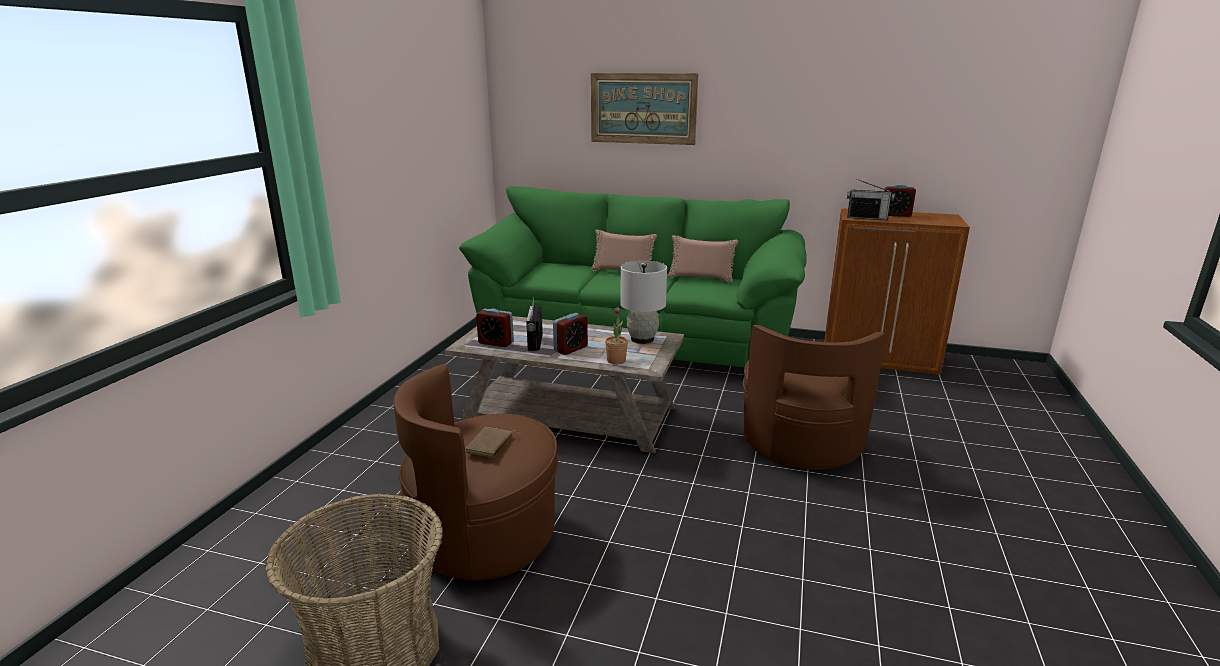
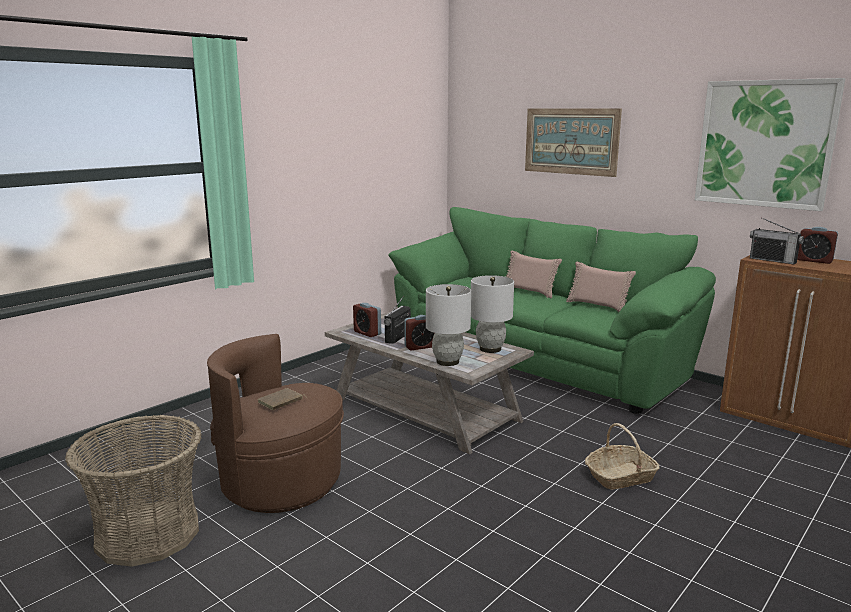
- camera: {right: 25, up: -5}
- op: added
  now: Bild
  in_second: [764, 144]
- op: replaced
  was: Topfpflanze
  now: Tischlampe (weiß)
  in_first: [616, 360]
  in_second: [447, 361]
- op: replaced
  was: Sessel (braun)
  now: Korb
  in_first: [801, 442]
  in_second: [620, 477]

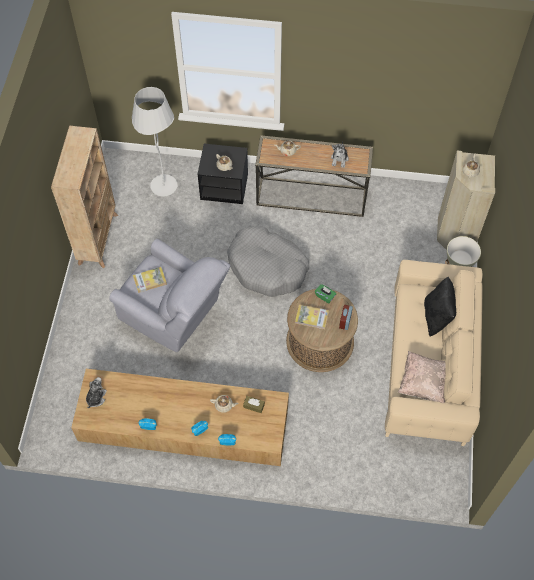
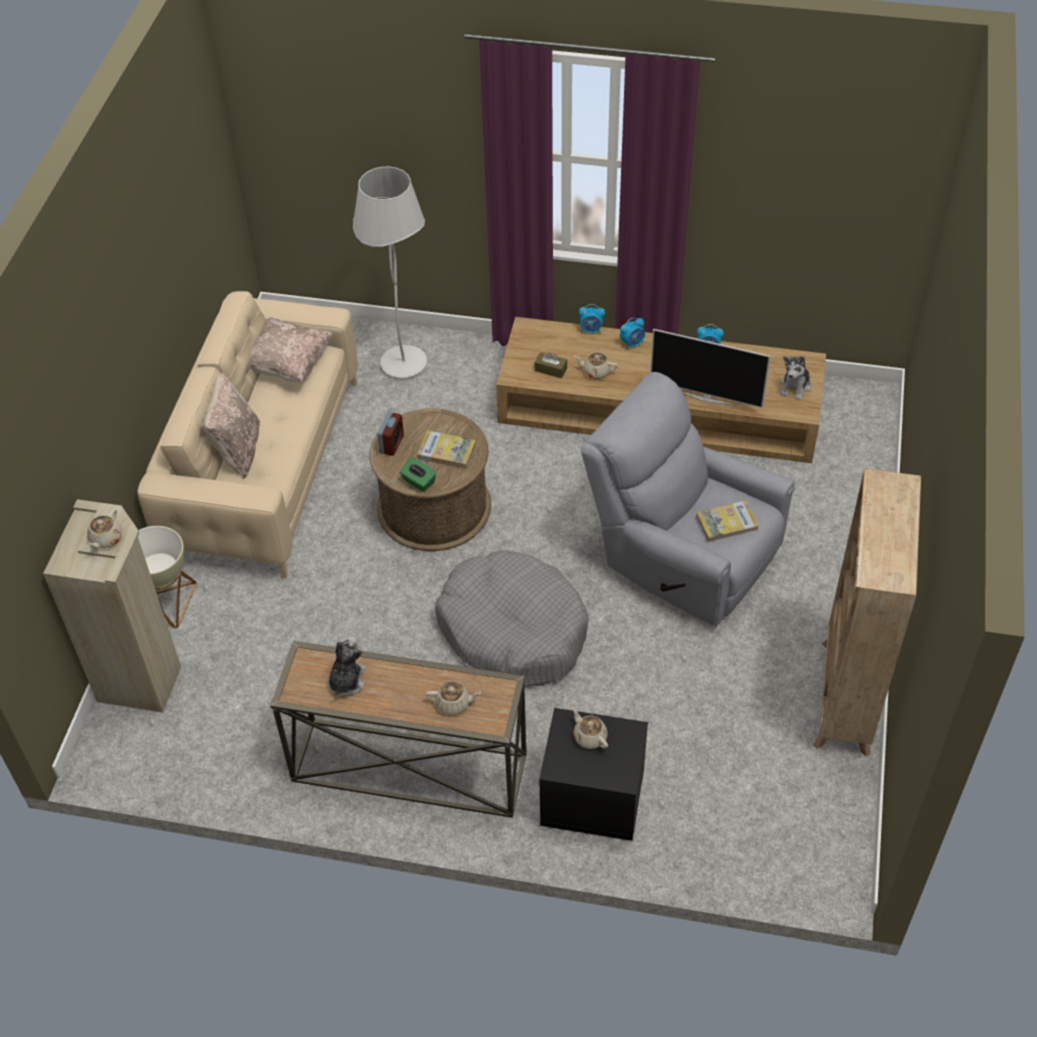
- camera: {right: -175, up: -10}
- op: added
  now: Fernseher
  in_second: [706, 397]
- op: moved
  was: Stehlampe (weiß)
  in_first: [164, 186]
  in_second: [403, 364]
- op: recoloured
  was: Kissen (schwarz)
  now: Kissen (beige)
  in_first: [437, 316]
  in_second: [237, 449]

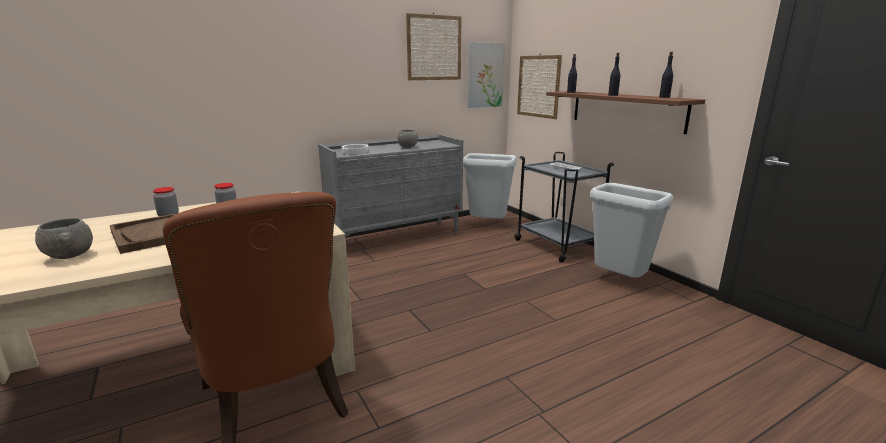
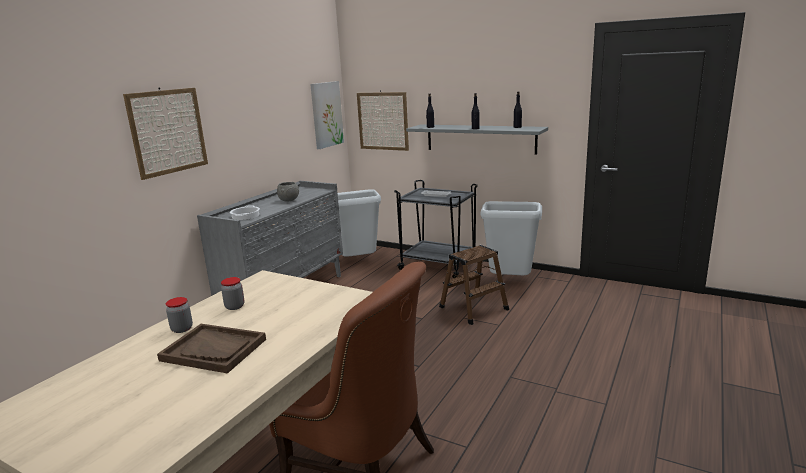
- camera: {right: -30, up: 0}
- op: removed
  was: Schüssel (grau)
  in_first: [69, 257]
- op: added
  now: Trittleiter (braun)
  in_second: [473, 308]
- op: moved
  was: Bild
  in_first: [434, 46]
  in_second: [167, 130]
- op: recoloured
  was: Wandregal (braun)
  now: Wandregal (grau)
  in_first: [626, 110]
  in_second: [480, 138]

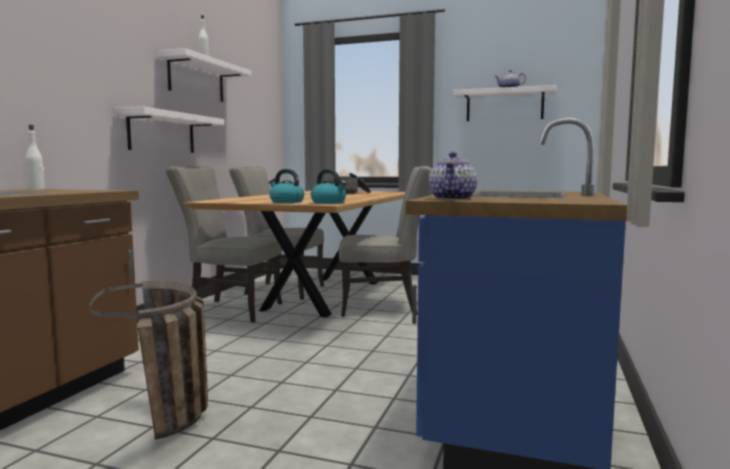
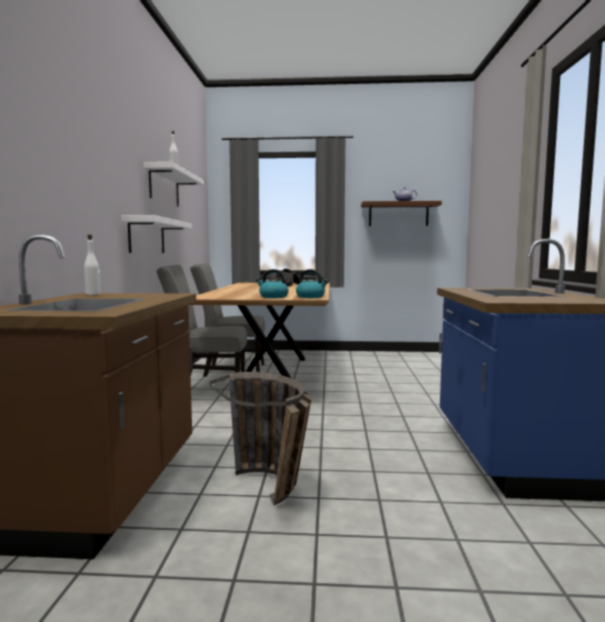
- camera: {right: -15, up: 0}
- op: removed
  was: Stuhl (grau)
  in_first: [384, 307]
- op: removed
  was: Teekanne
  in_first: [452, 199]
- op: recoloured
  was: Wandregal (weiß)
  now: Wandregal (braun)
  in_first: [504, 105]
  in_second: [398, 214]

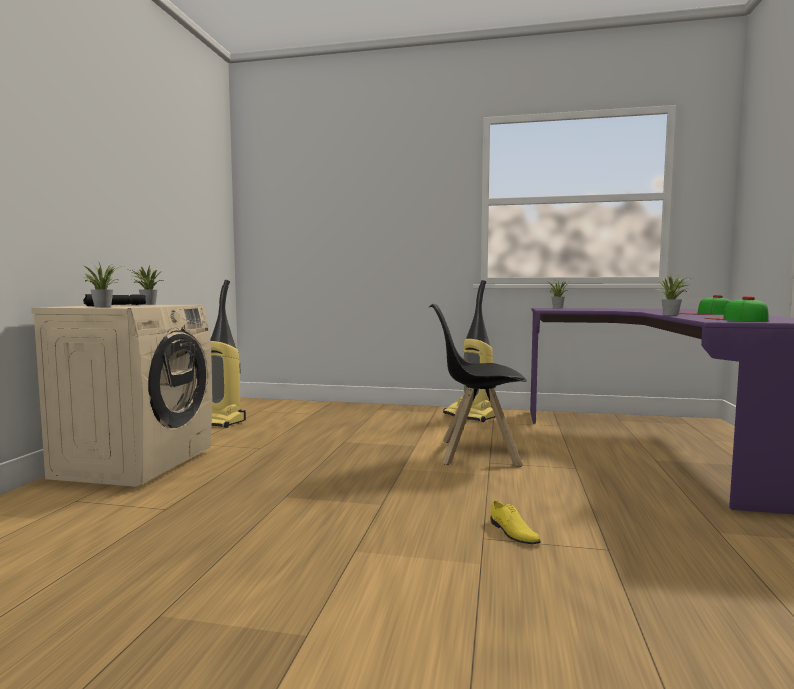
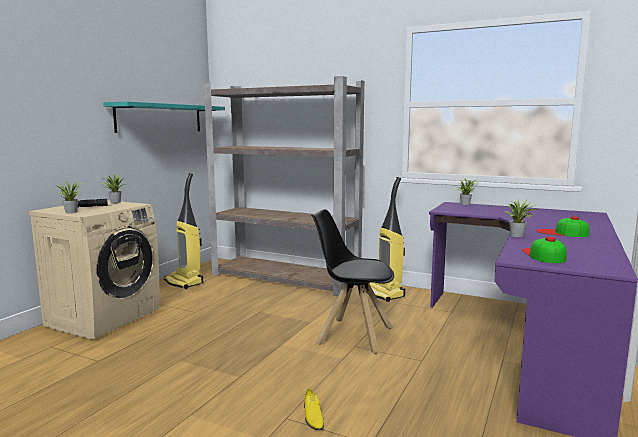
- camera: {right: 15, up: 5}
- op: added
  now: Wandregal (türkis)
  in_second: [160, 118]
- op: added
  now: Bücherregal (braun)
  in_second: [285, 278]

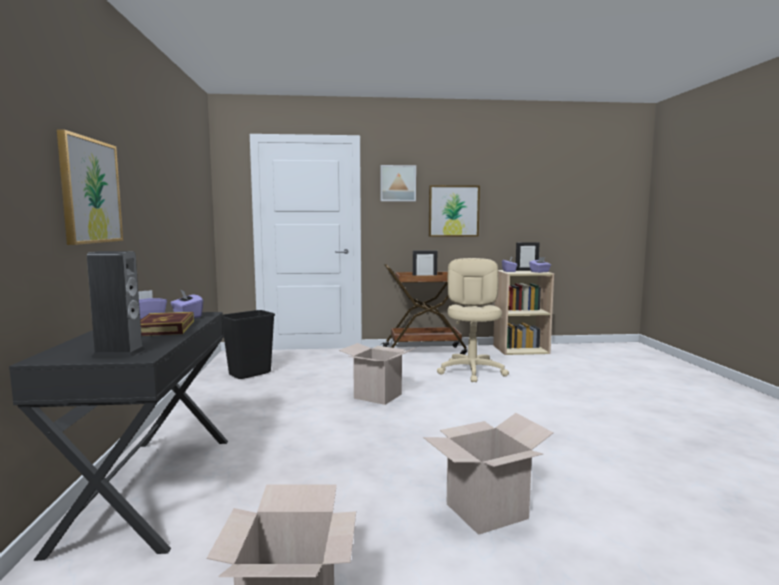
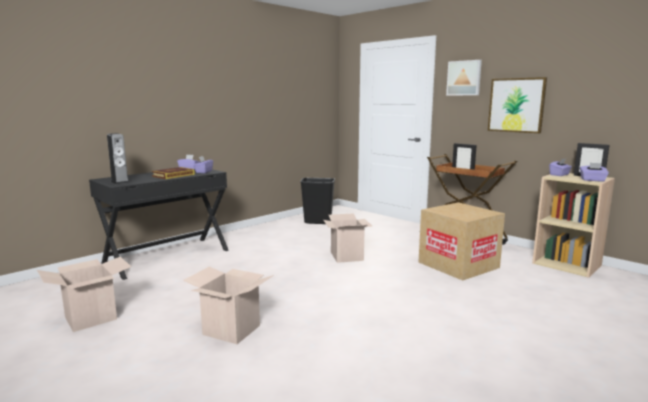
- camera: {right: 50, up: 5}
- op: removed
  was: Bild
  in_first: [90, 191]
- op: replaced
  was: Bürostuhl (beige)
  now: Karton
  in_first: [472, 371]
  in_second: [458, 265]

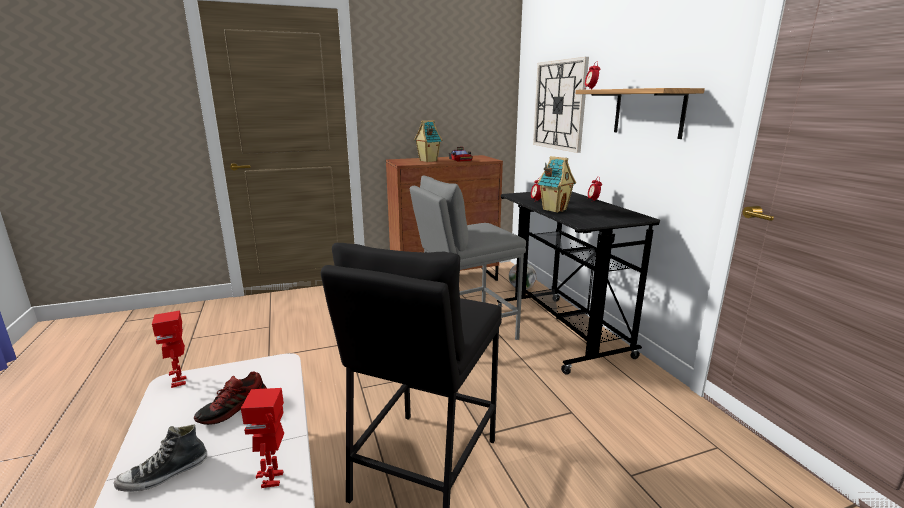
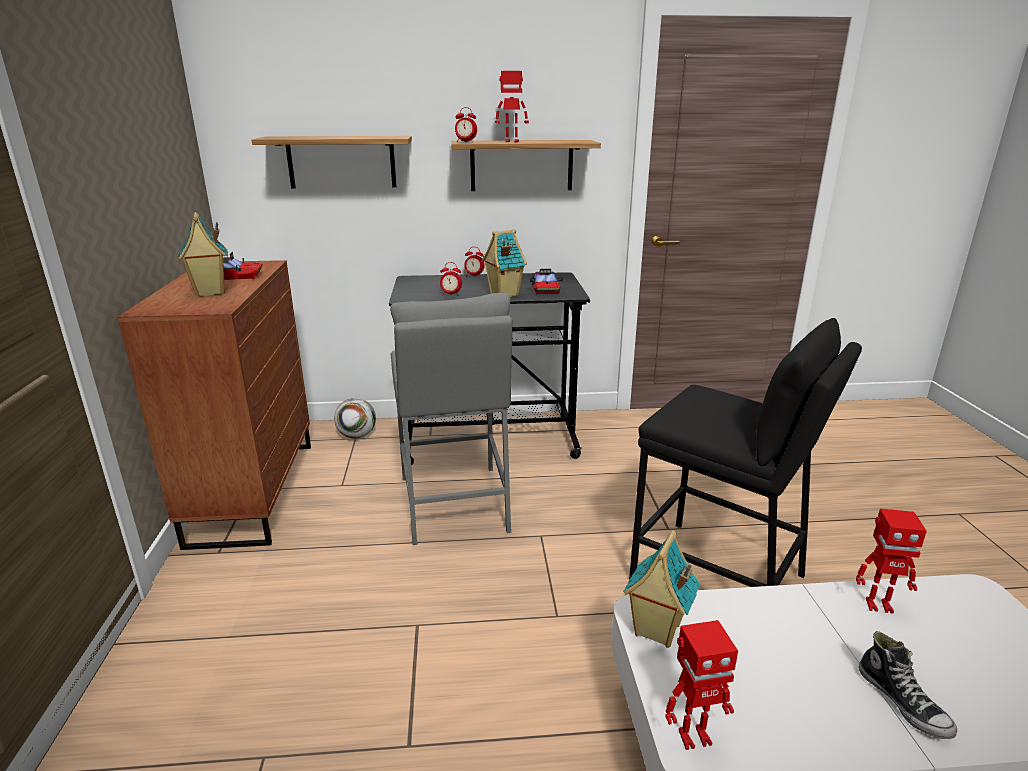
- camera: {right: -75, up: 5}
- op: removed
  was: Schuh
  in_first: [233, 408]
- op: added
  now: Spielzeugroboter
  in_second: [511, 142]
- op: added
  now: Spielzeugauto
  in_second: [545, 289]
- op: added
  now: Spielzeughaus
  in_second: [655, 631]
- op: replaced
  was: Wanduhr
  now: Wandregal
  in_first: [559, 105]
  in_second: [341, 162]

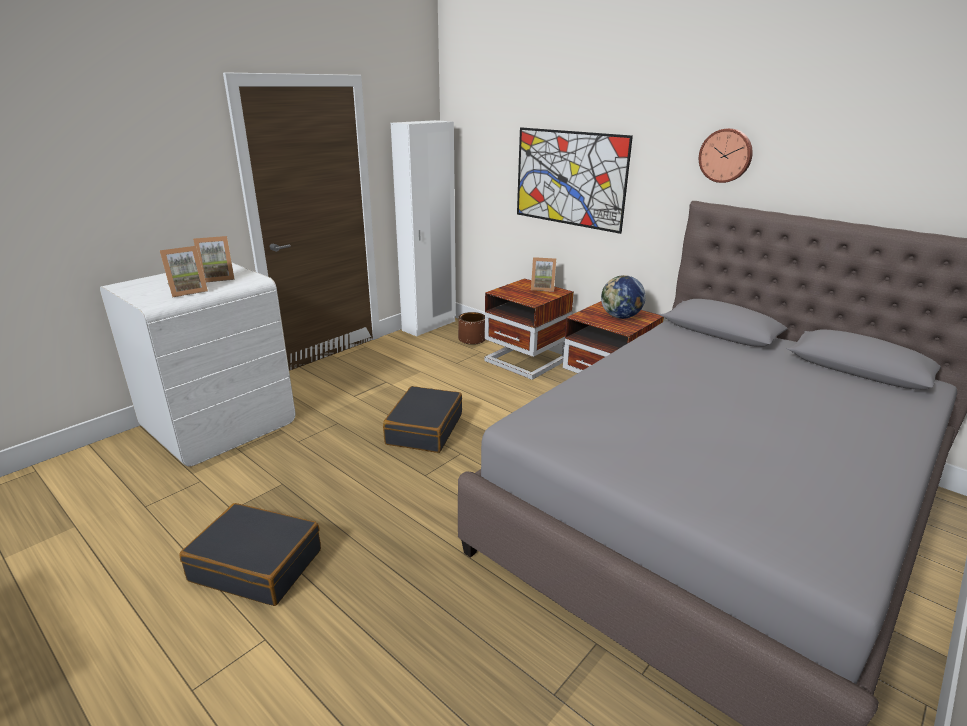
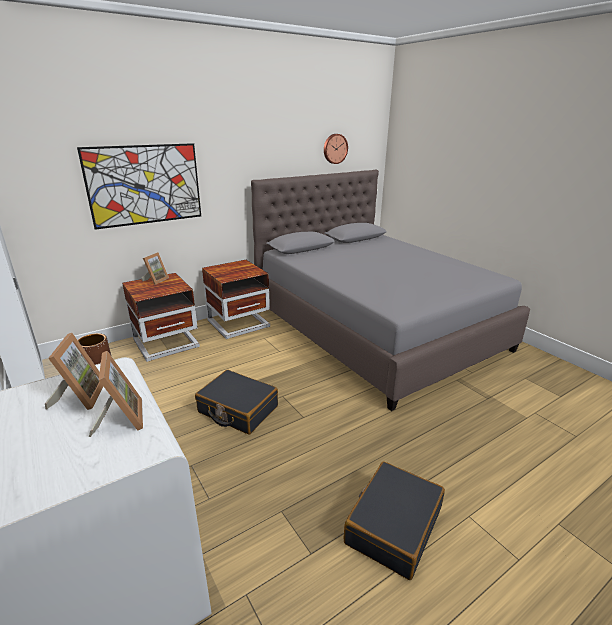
- camera: {right: -75, up: 0}
- op: removed
  was: Globus
  in_first: [620, 317]
- op: moved
  was: Wanduhr
  in_first: [726, 155]
  in_second: [334, 148]

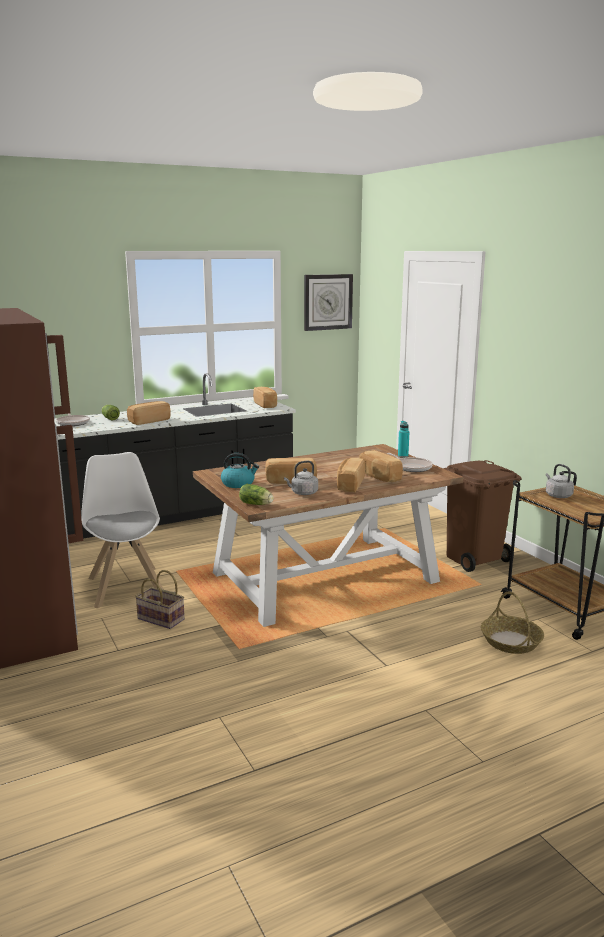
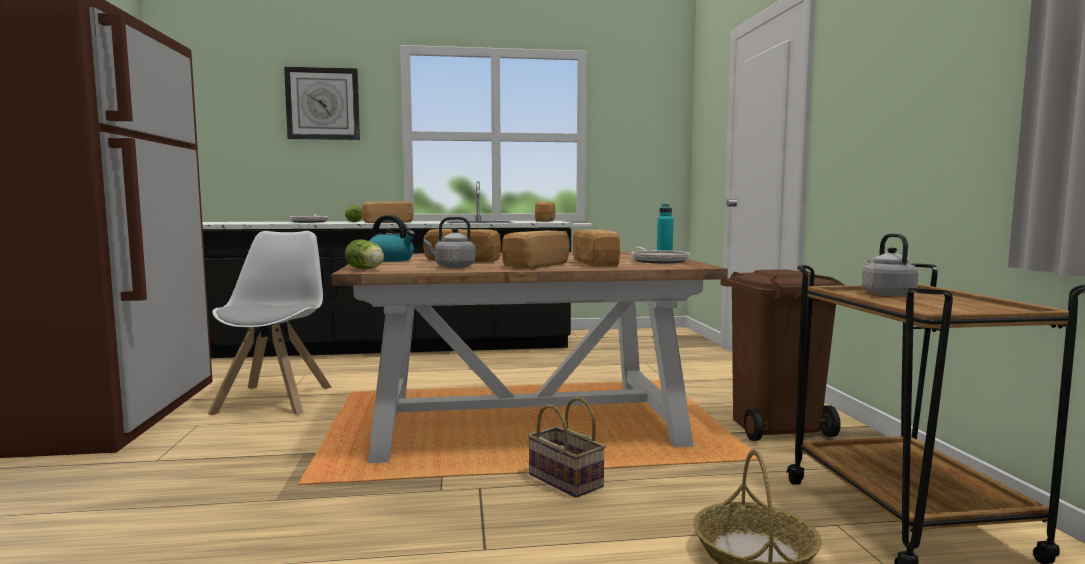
- camera: {right: 20, up: -10}
- op: moved
  was: Korb
  in_first: [159, 619]
  in_second: [563, 480]
- op: moved
  was: Wanduhr
  in_first: [327, 302]
  in_second: [323, 104]

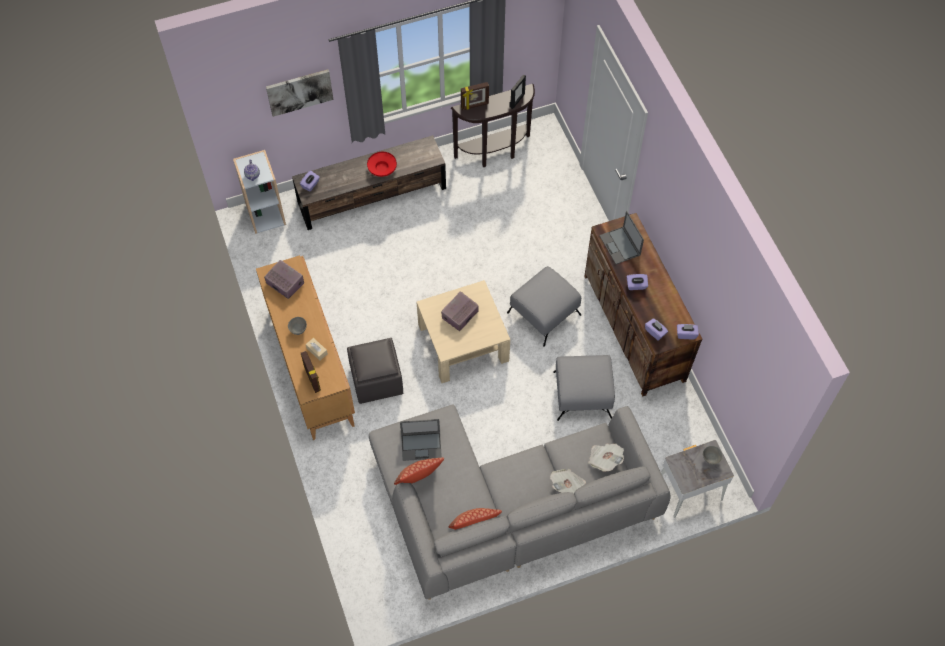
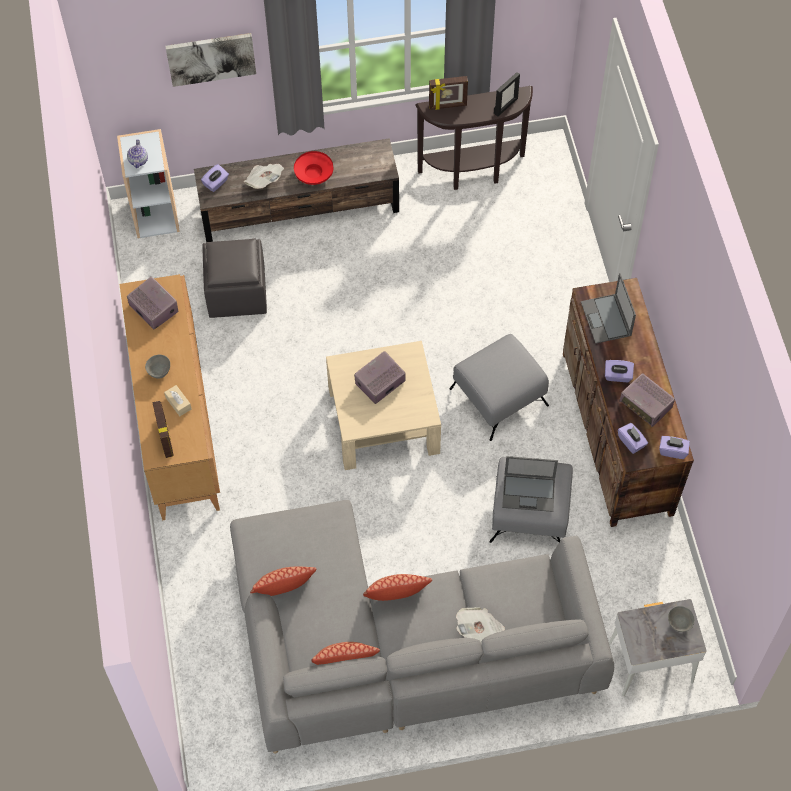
- camera: {right: 10, up: 0}
- op: added
  now: Kissen
  in_second: [397, 598]
- op: added
  now: Radio
  in_second: [645, 405]
- op: moved
  was: Polsterhocker (grau)
  in_first: [377, 380]
  in_second: [237, 293]
- op: moved
  was: Laptop
  in_first: [422, 445]
  in_second: [529, 492]
- op: moved
  was: Zeitung
  in_first: [604, 459]
  in_second: [264, 181]

